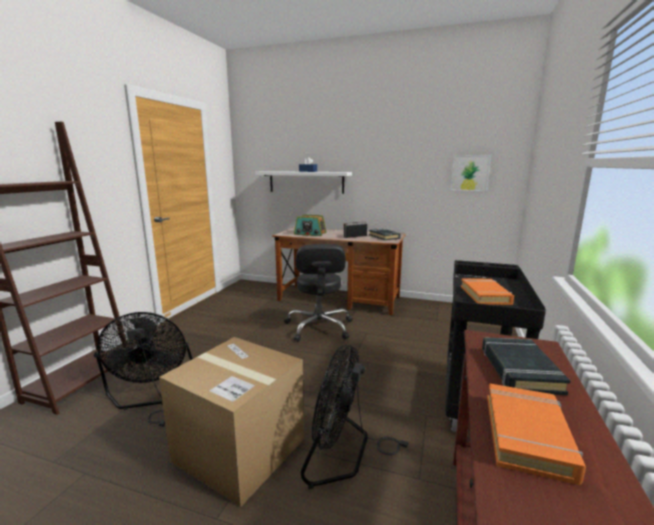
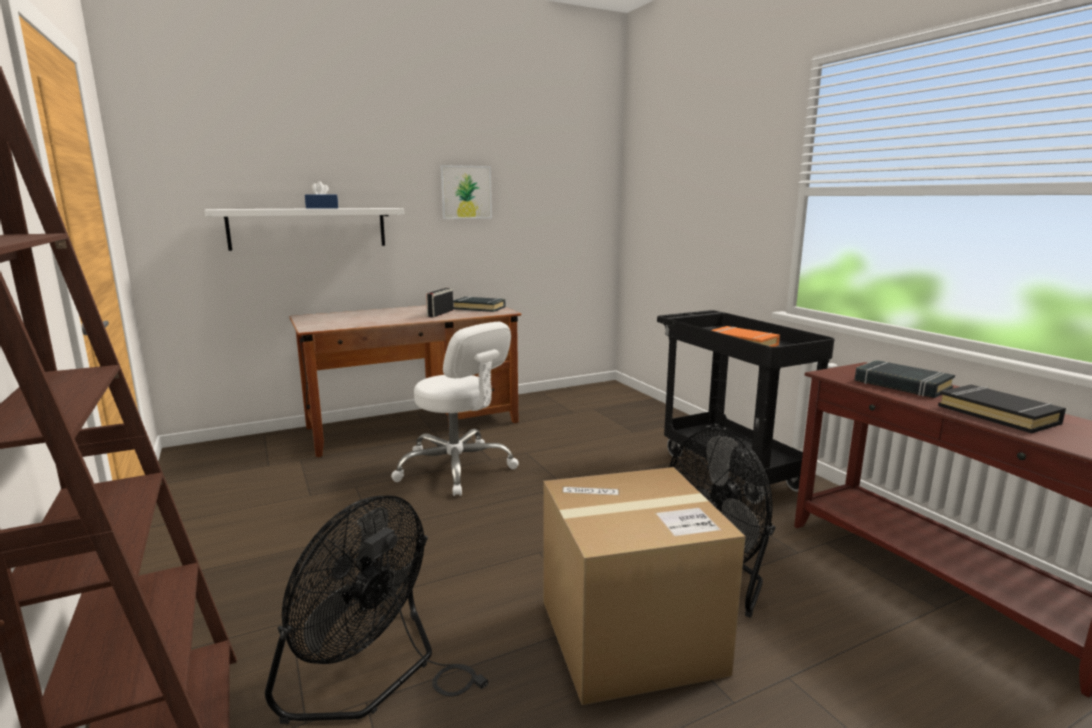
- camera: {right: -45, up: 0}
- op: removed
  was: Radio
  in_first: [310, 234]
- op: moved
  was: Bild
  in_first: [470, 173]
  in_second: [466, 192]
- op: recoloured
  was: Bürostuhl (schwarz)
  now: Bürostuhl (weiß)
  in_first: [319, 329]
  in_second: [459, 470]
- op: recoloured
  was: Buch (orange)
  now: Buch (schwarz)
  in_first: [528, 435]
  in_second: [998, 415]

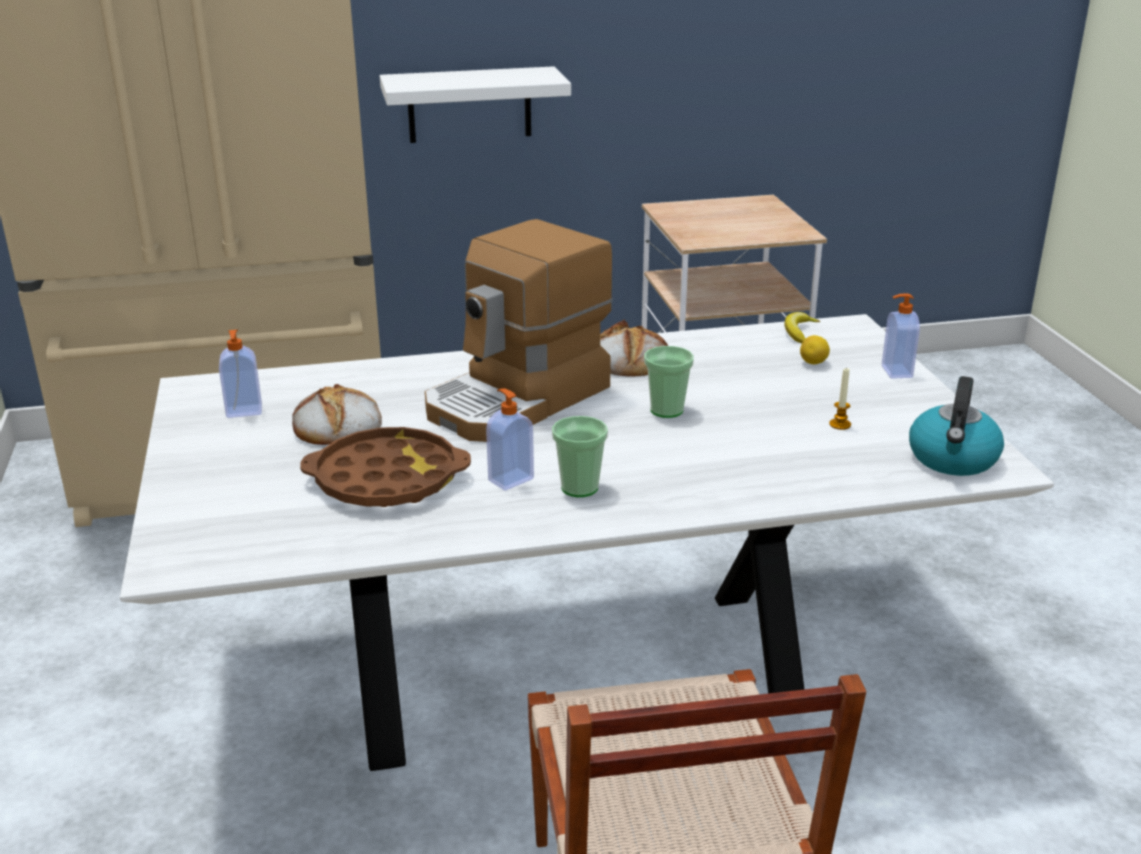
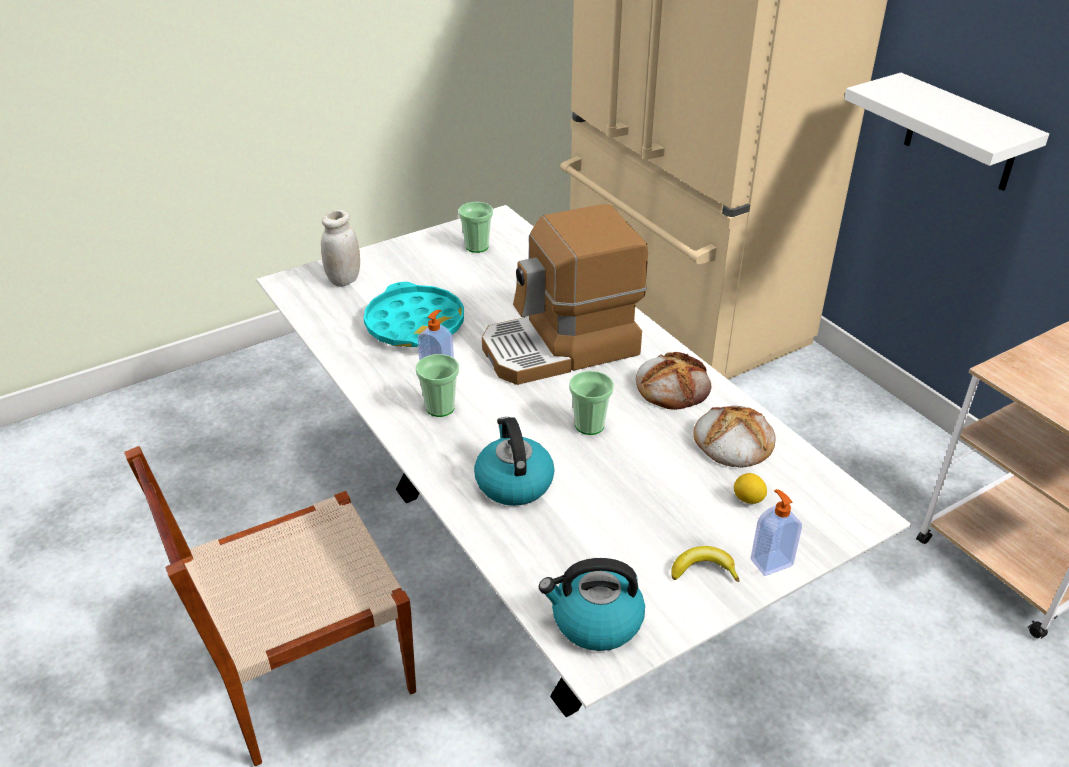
- camera: {right: 70, up: 10}
- op: removed
  was: Kerze
  in_first: [840, 424]
- op: added
  now: Vorratsglas (weiß)
  in_second: [344, 279]
- op: added
  now: Wasserkessel
  in_second: [513, 482]
- op: moved
  was: Brot
  in_first: [336, 426]
  in_second: [732, 441]
- op: moved
  was: Banane
  in_first: [799, 332]
  in_second: [703, 570]
- op: replaced
  was: Seifenspender
  now: Tasse
  in_first: [244, 412]
  in_second: [477, 247]
- op: recoloured
  was: Tablett (braun)
  now: Tablett (türkis)
  in_first: [387, 479]
  in_second: [415, 324]
- op: turned
  was: Kaffeemaschine
  in_first: [518, 400]
  in_second: [561, 348]
  clockwise: -45

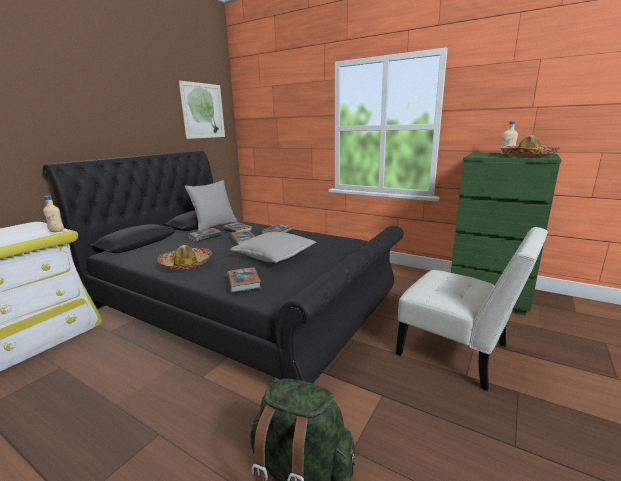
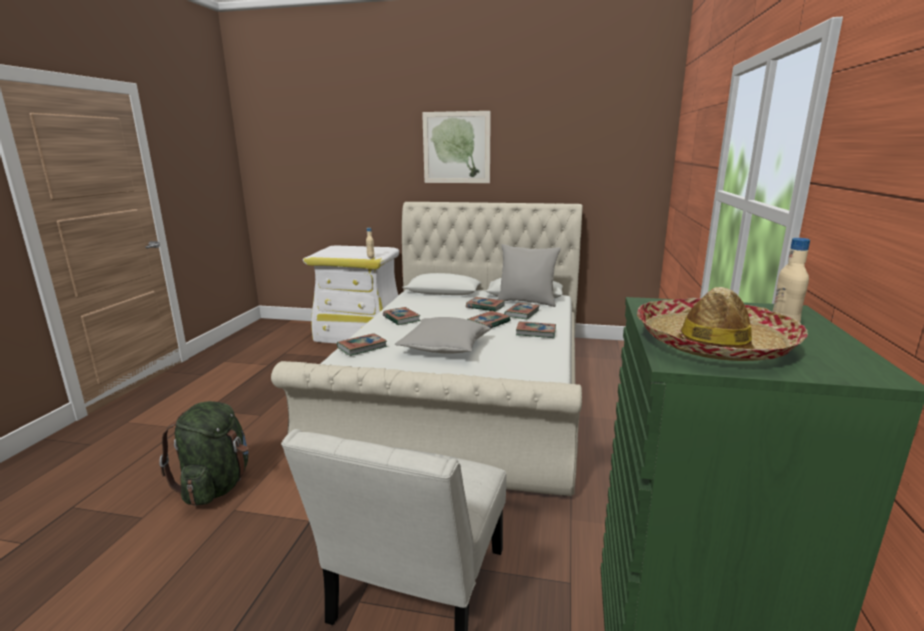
- camera: {right: 70, up: 0}
- op: moved
  was: Bild
  in_first: [203, 111]
  in_second: [456, 147]
- op: replaced
  was: Hut
  now: Buch
  in_first: [186, 264]
  in_second: [401, 318]
- op: recoloured
  was: Bett (schwarz)
  now: Bett (beige)
  in_first: [240, 300]
  in_second: [465, 390]

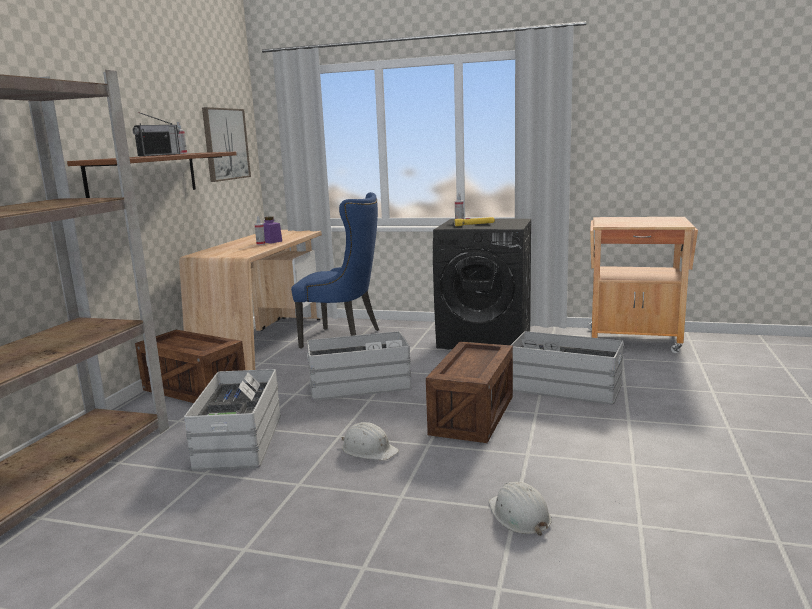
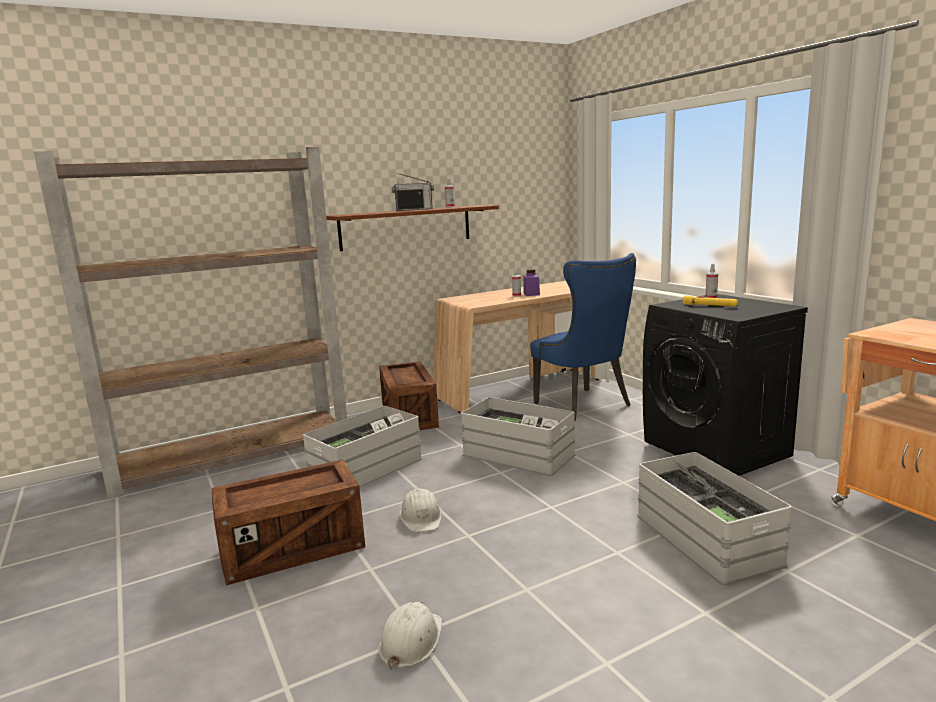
- camera: {right: 45, up: 0}
- op: removed
  was: Bild
  in_first: [225, 144]
- op: moved
  was: Kiste
  in_first: [472, 416]
  in_second: [293, 549]

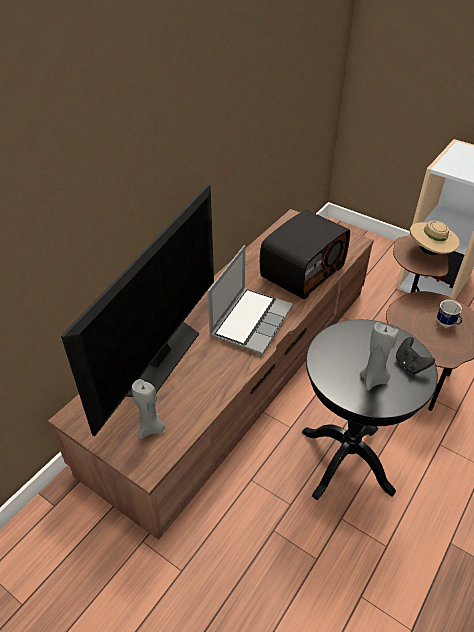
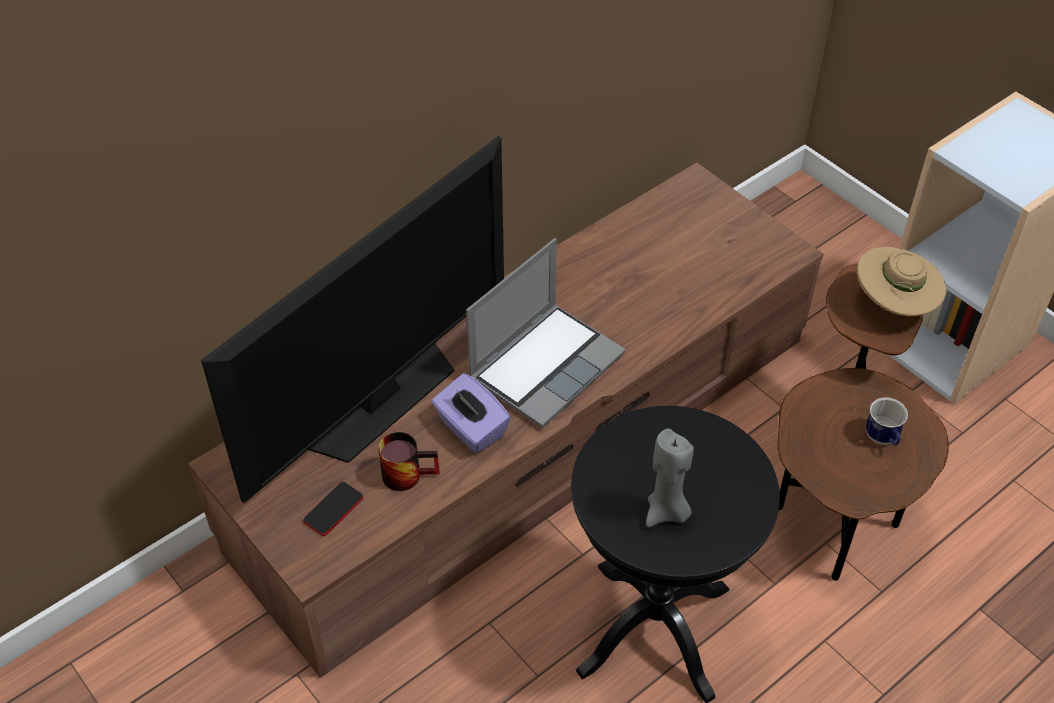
- camera: {right: 15, up: 5}
- op: removed
  was: Radio
  in_first: [301, 271]
- op: removed
  was: Gamepad (schwarz)
  in_first: [410, 364]
- op: added
  now: Henkelbecher
  in_second: [408, 472]
- op: added
  now: Taschentuchbox (lila)
  in_second: [471, 429]
- op: replaced
  was: Kerze (grau)
  now: Handy
  in_first: [151, 428]
  in_second: [333, 509]

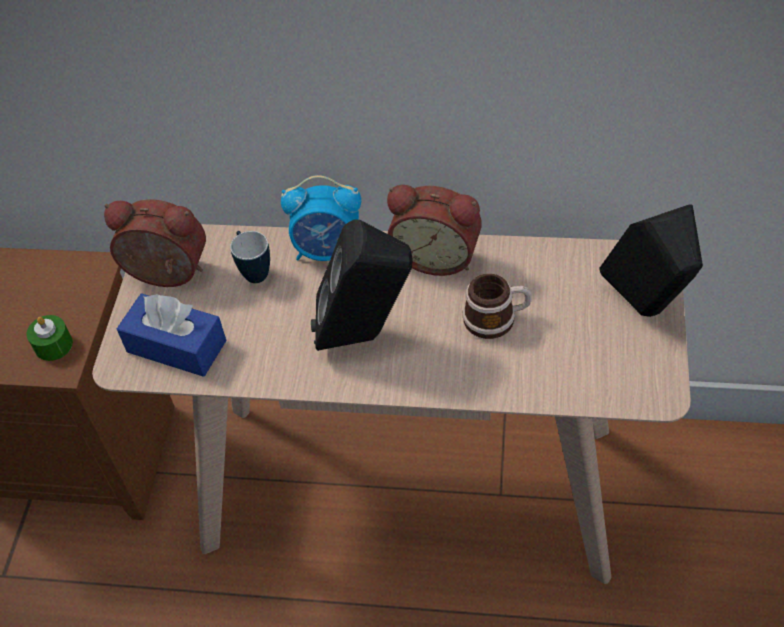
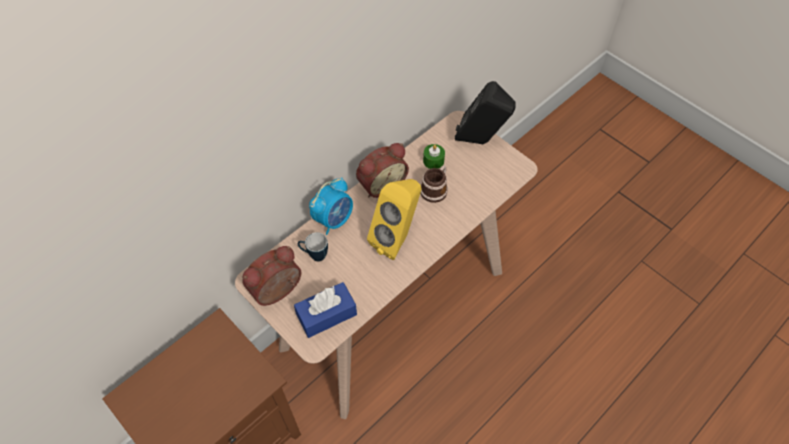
- camera: {right: -55, up: 5}
- op: moved
  was: Kerze (grün)
  in_first: [53, 345]
  in_second: [433, 161]
- op: recoloured
  was: Lautsprecher (schwarz)
  now: Lautsprecher (gelb)
  in_first: [366, 335]
  in_second: [397, 239]

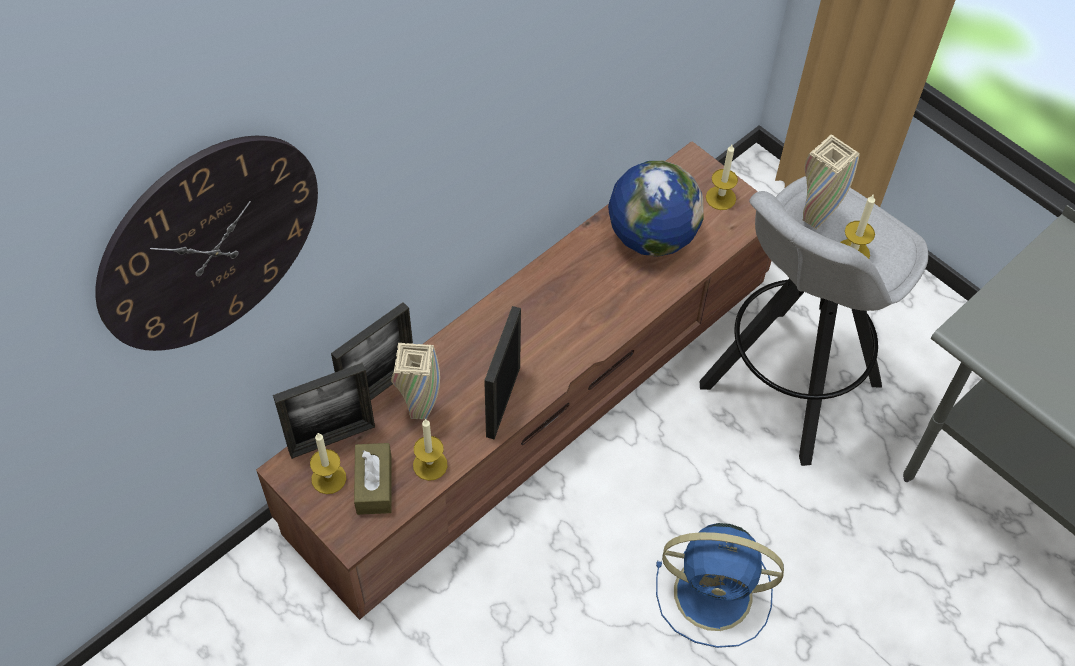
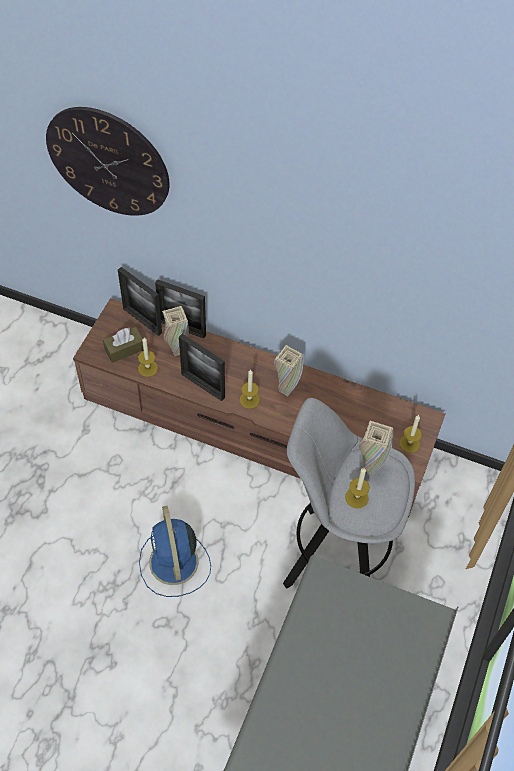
- camera: {right: 65, up: 0}
- op: removed
  was: Globus
  in_first: [651, 237]
- op: added
  now: Vase (beige)
  in_second: [286, 390]
- op: moved
  was: Kerze
  in_first: [328, 478]
  in_second: [249, 400]
- op: turned
  was: Bilderrahmen
  in_first: [503, 402]
  in_second: [203, 386]
  clockwise: -135

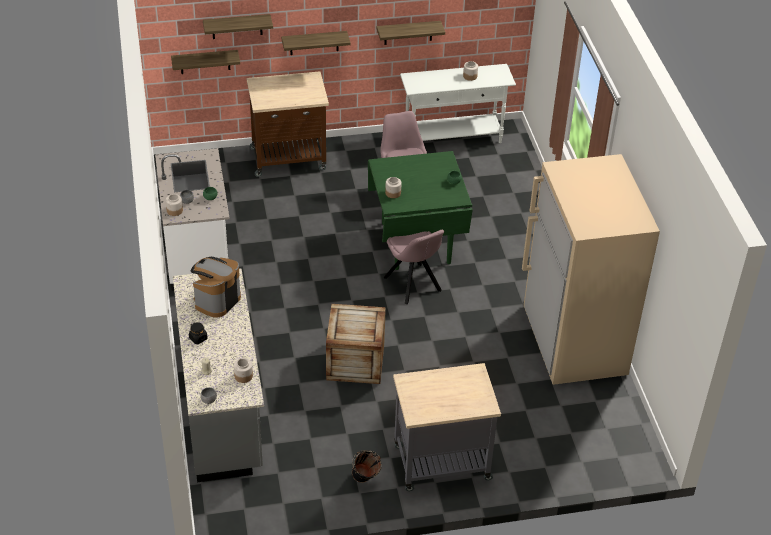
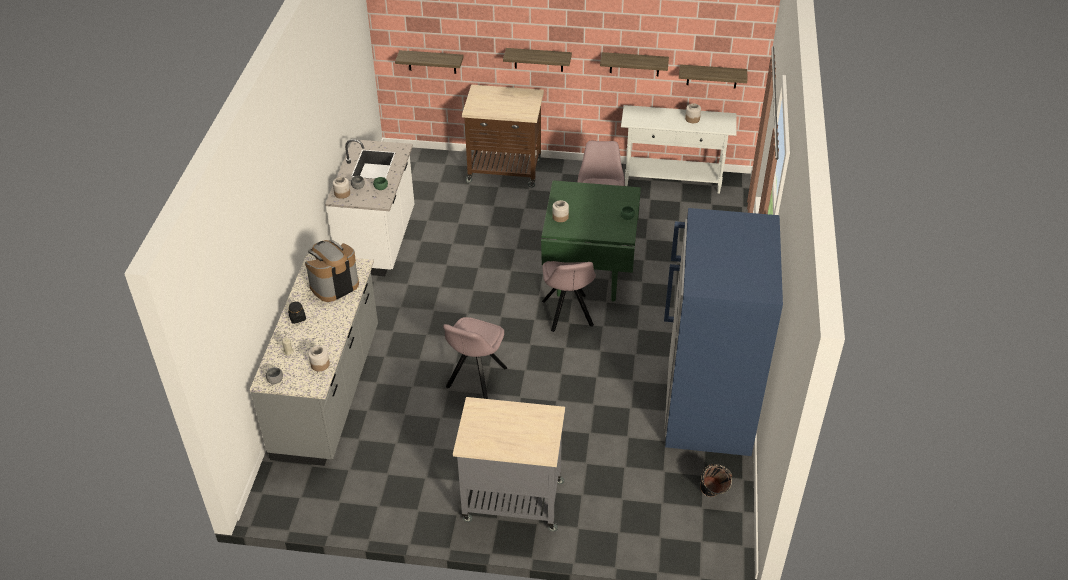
- camera: {right: 20, up: 0}
- op: moved
  was: Wandregal
  in_first: [237, 26]
  in_second: [712, 76]
- op: moved
  was: Eimer (schwarz)
  in_first: [365, 480]
  in_second: [712, 495]
- op: replaced
  was: Kiste
  now: Stuhl (rosa)
  in_first: [355, 362]
  in_second: [475, 377]
- op: recoloured
  was: Kühlschrank (beige)
  now: Kühlschrank (blau)
  in_first: [574, 339]
  in_second: [708, 405]

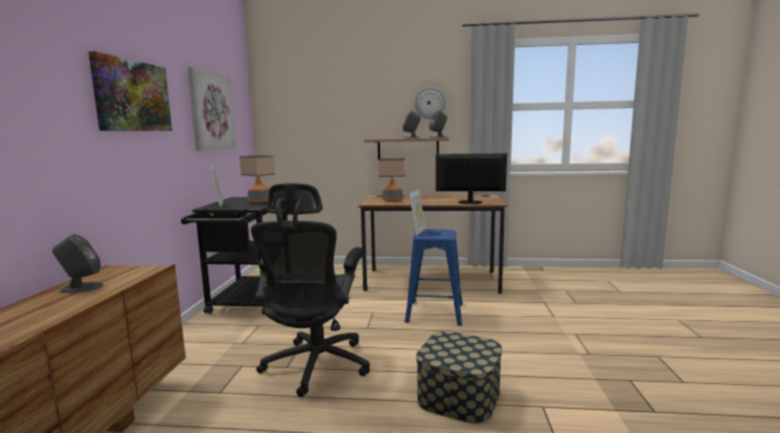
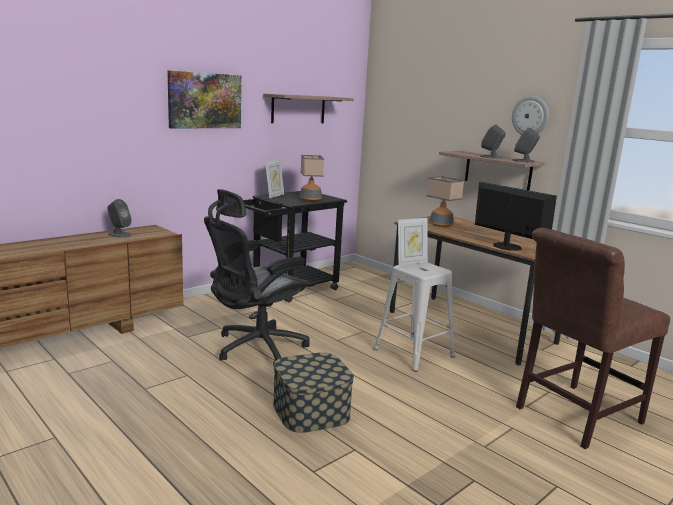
- camera: {right: 40, up: 5}
- op: added
  now: Stuhl (braun)
  in_second: [573, 416]
- op: replaced
  was: Bild
  now: Wandregal
  in_first: [211, 111]
  in_second: [298, 109]
- op: recoloured
  was: Hocker (blau)
  now: Hocker (weiß)
  in_first: [434, 313]
  in_second: [413, 353]

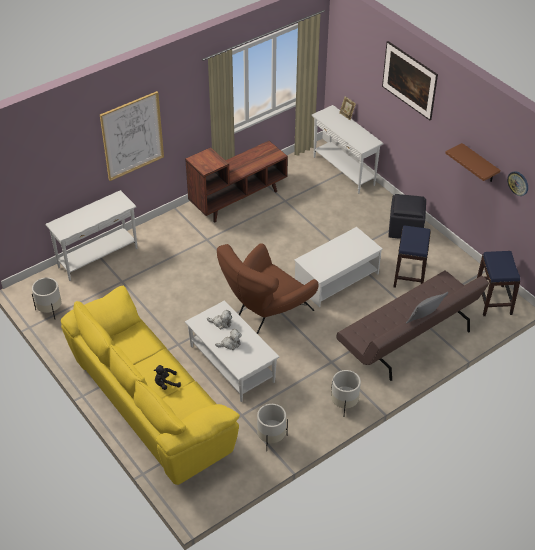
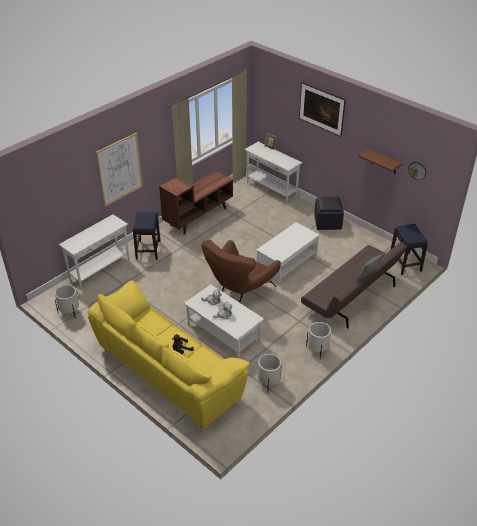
- camera: {right: -10, up: -5}
- op: moved
  was: Hocker
  in_first: [409, 276]
  in_second: [148, 250]

